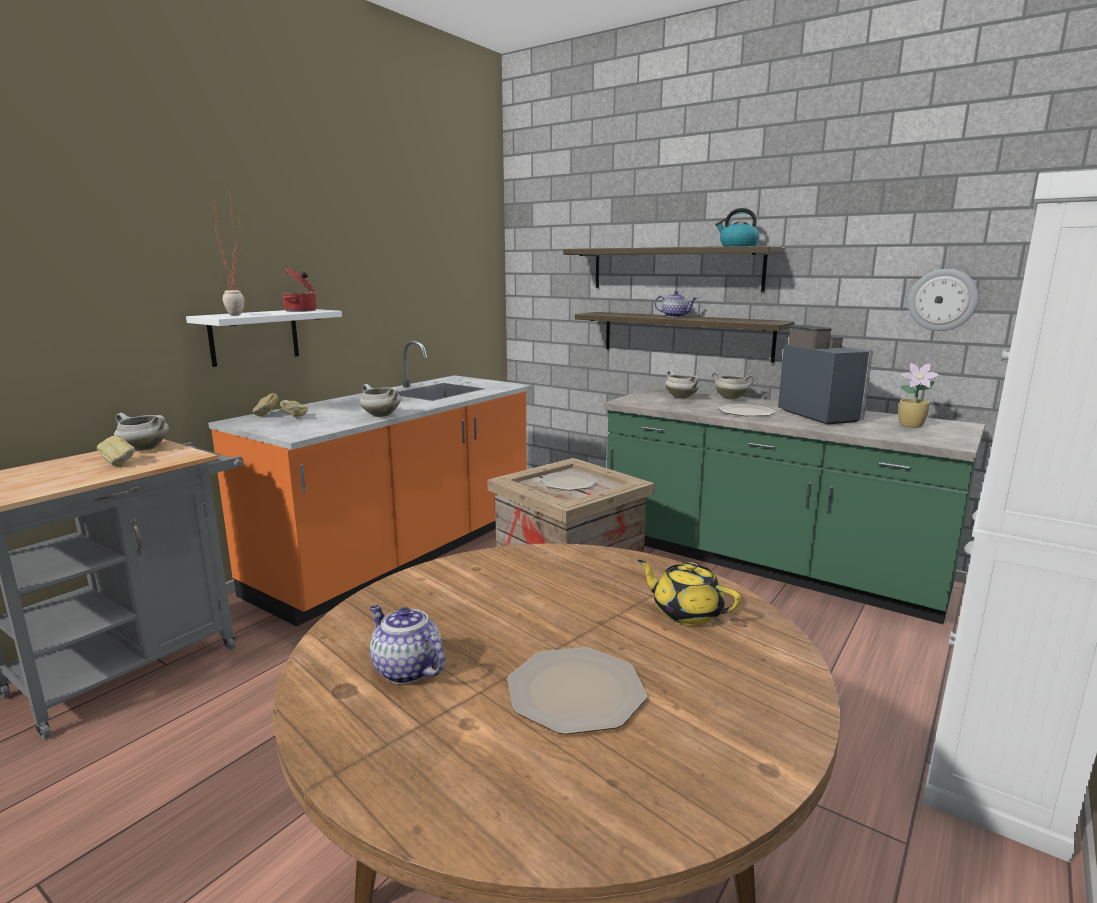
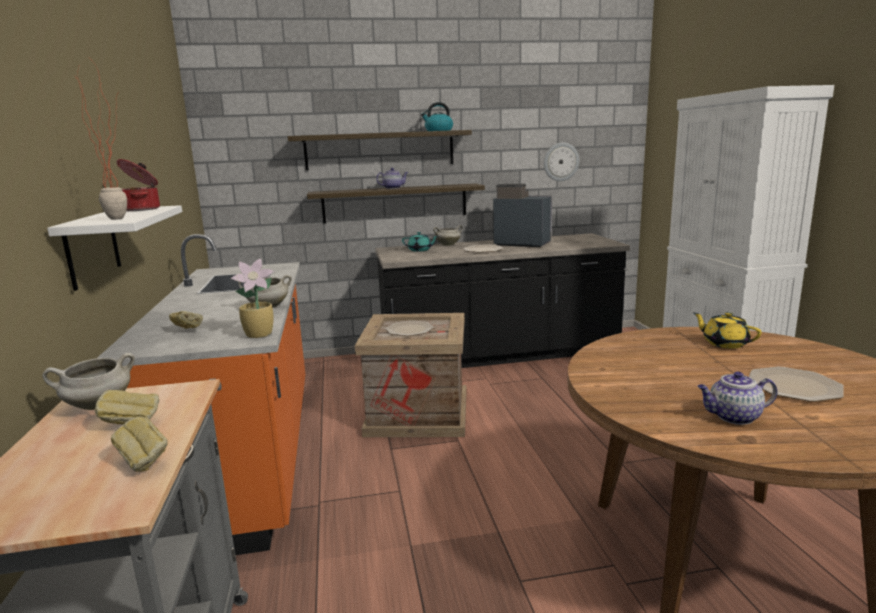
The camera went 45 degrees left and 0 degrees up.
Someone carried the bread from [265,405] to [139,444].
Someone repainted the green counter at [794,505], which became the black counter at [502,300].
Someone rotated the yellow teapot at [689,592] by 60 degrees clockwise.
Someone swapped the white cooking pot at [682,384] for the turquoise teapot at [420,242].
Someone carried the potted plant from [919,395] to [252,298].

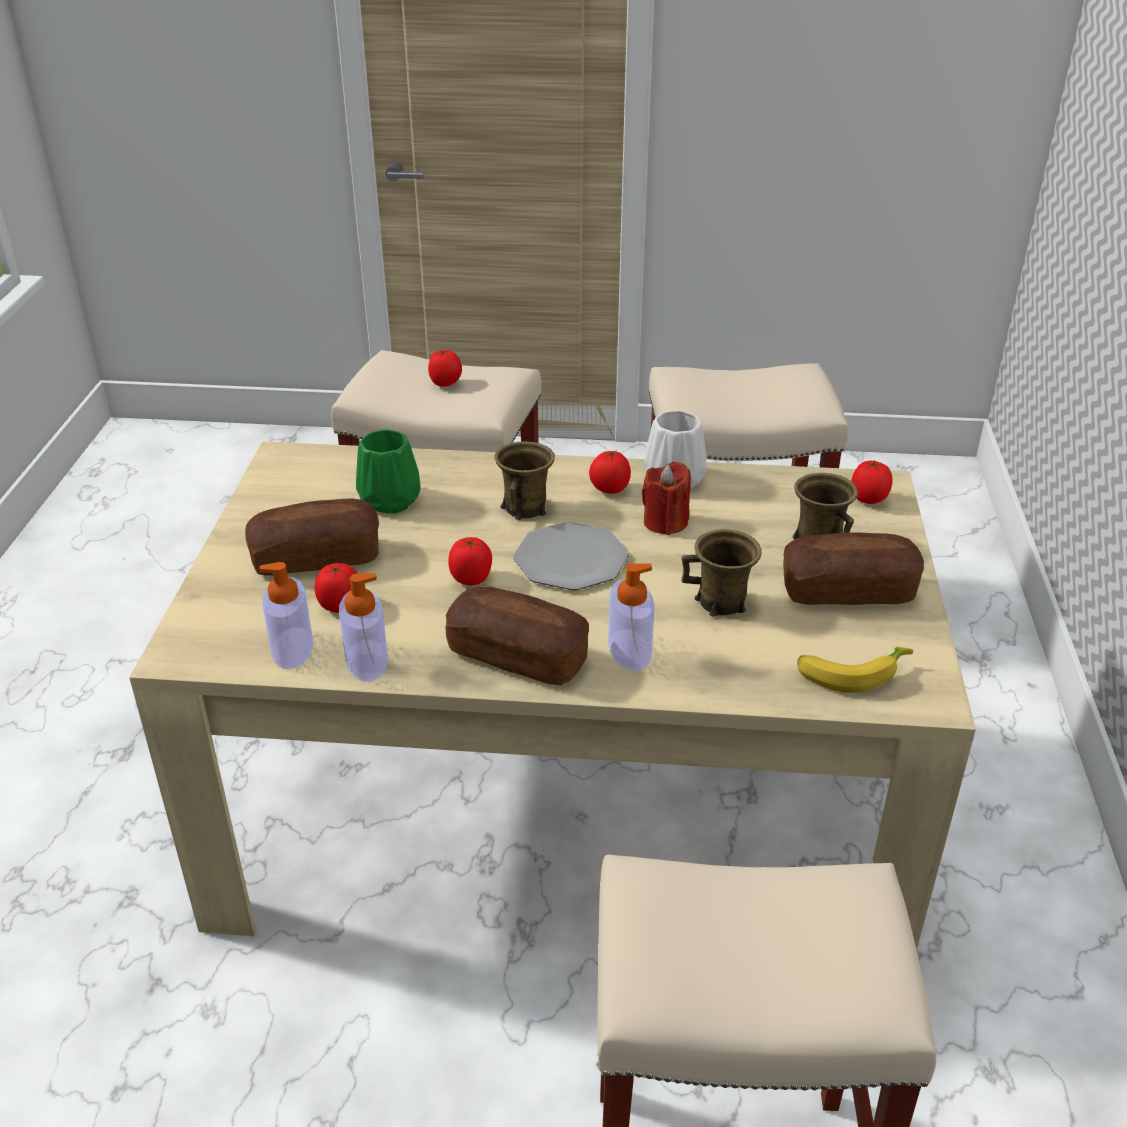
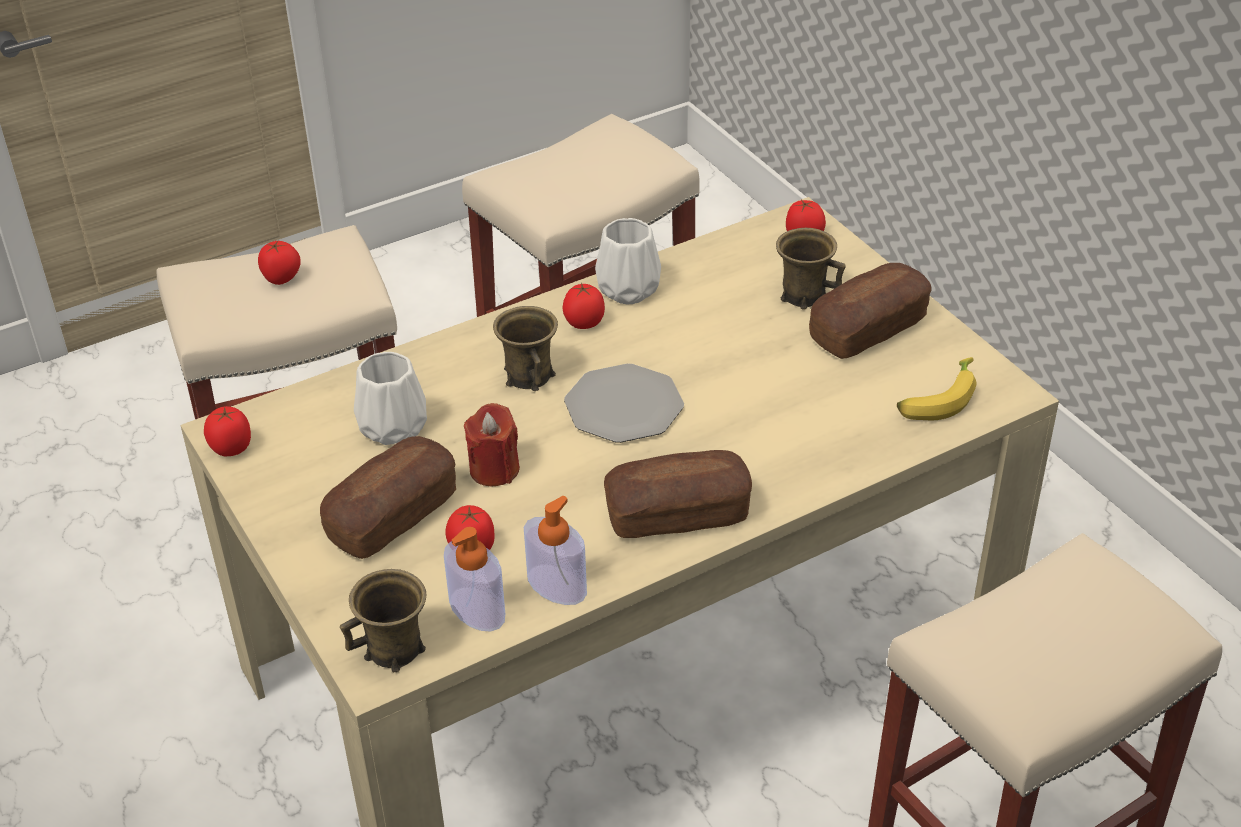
The camera went 35 degrees left and 5 degrees up.
Someone repainted the green vase at [388,472], which became the white vase at [390,398].
Someone carried the tomato from [470,561] to [227,431].
Someone took away the soap dispenser at [631,617].
Someone carried the red candle from [666,498] to [492,444].
Someone carried the brown mug from [721,573] to [383,620].

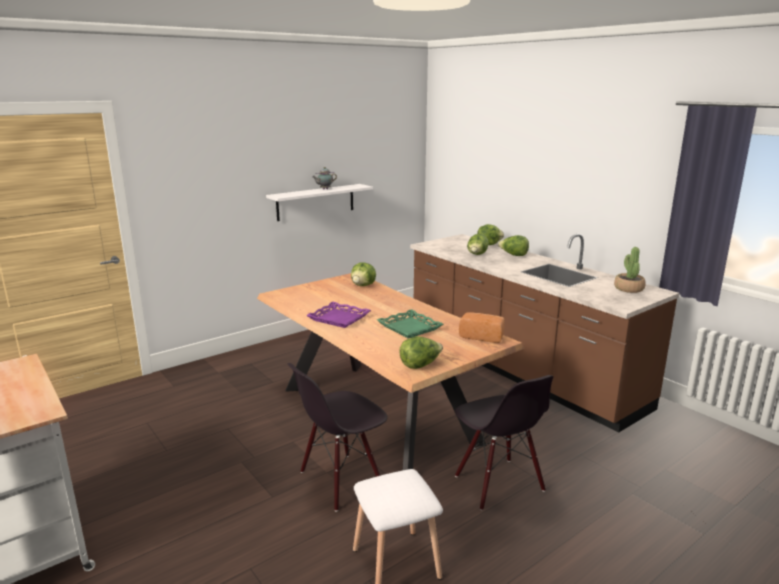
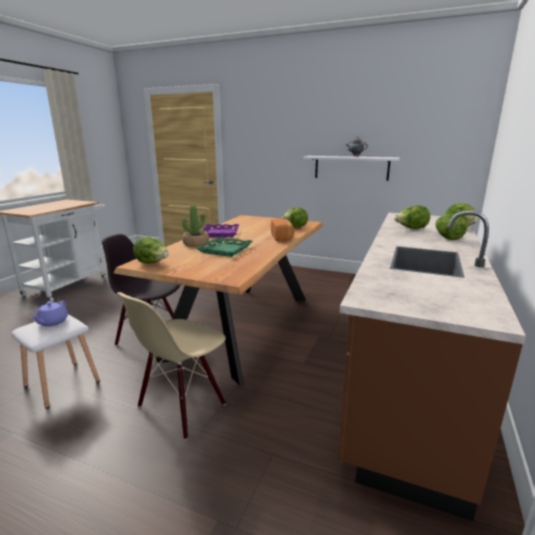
The camera went 60 degrees right and 0 degrees up.
Someone repainted the black chair at [504,443], which became the beige chair at [171,366].
Someone carried the bread from [482,327] to [282,230].
Someone carried the potted plant from [630,270] to [195,226].
Someone put down the purple teapot at [49,313].

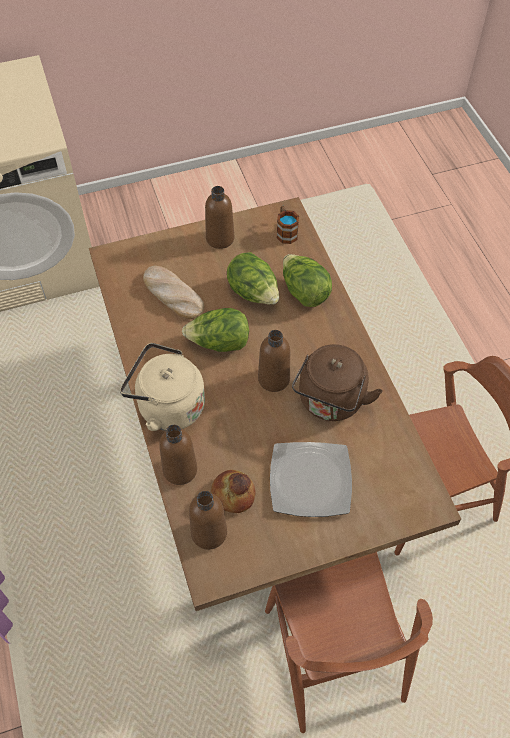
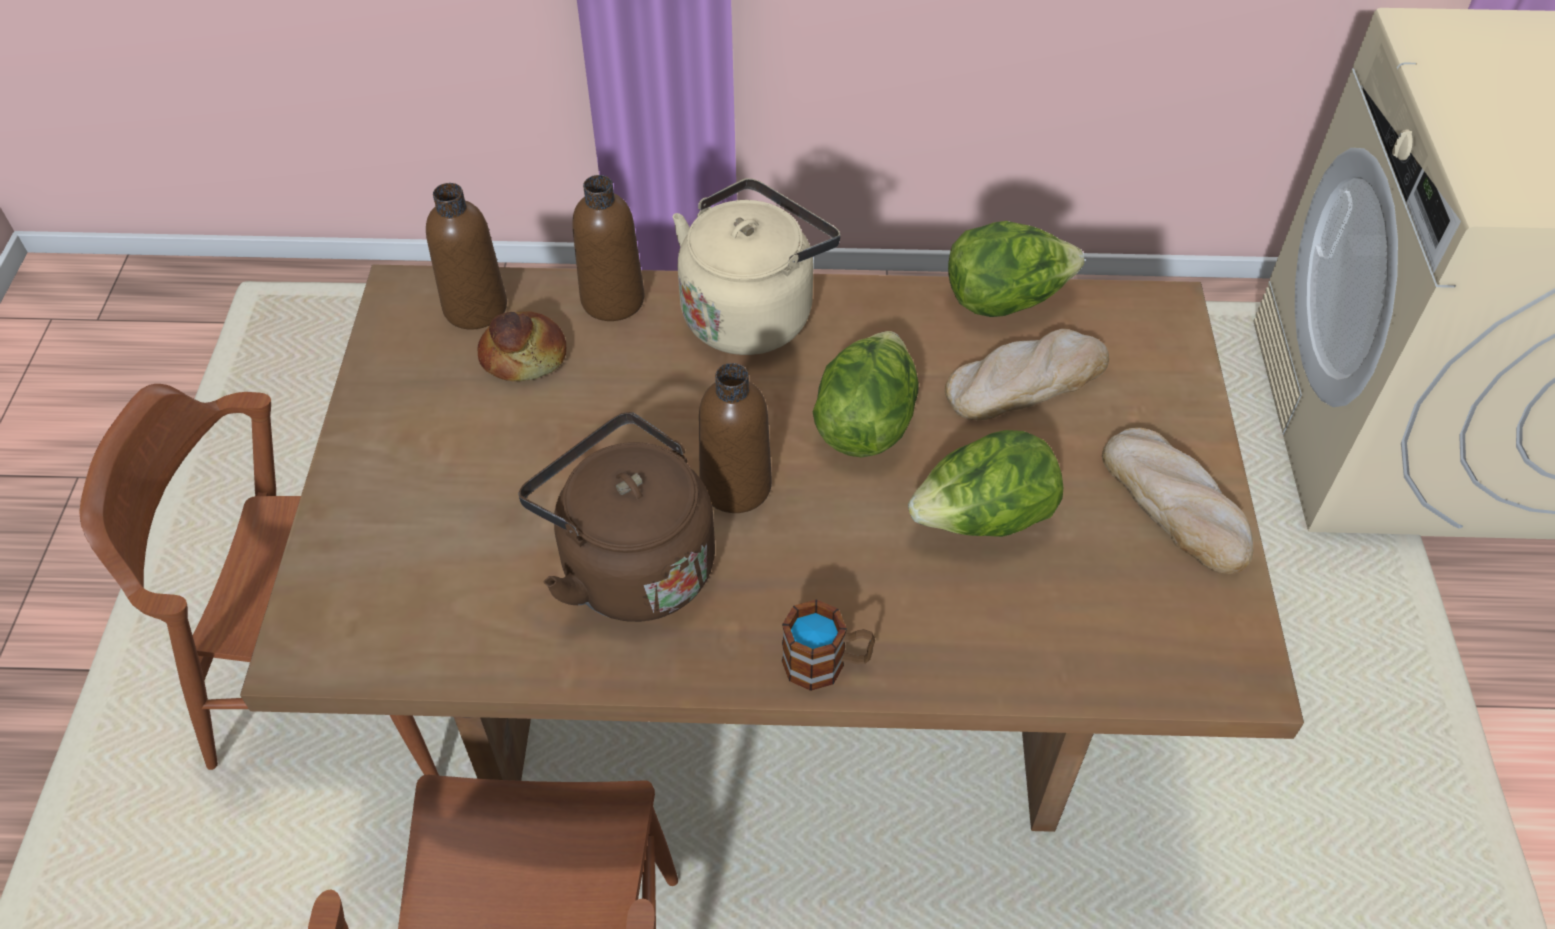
The camera went 110 degrees right and 5 degrees down.
Someone swapped the brown bottle at [219,217] for the bread at [1177,501].
Someone took away the plate at [311,479].
Someone carried the mug from [288,225] to [828,645].
Someone carried the lettuce from [307,280] to [1016,269].

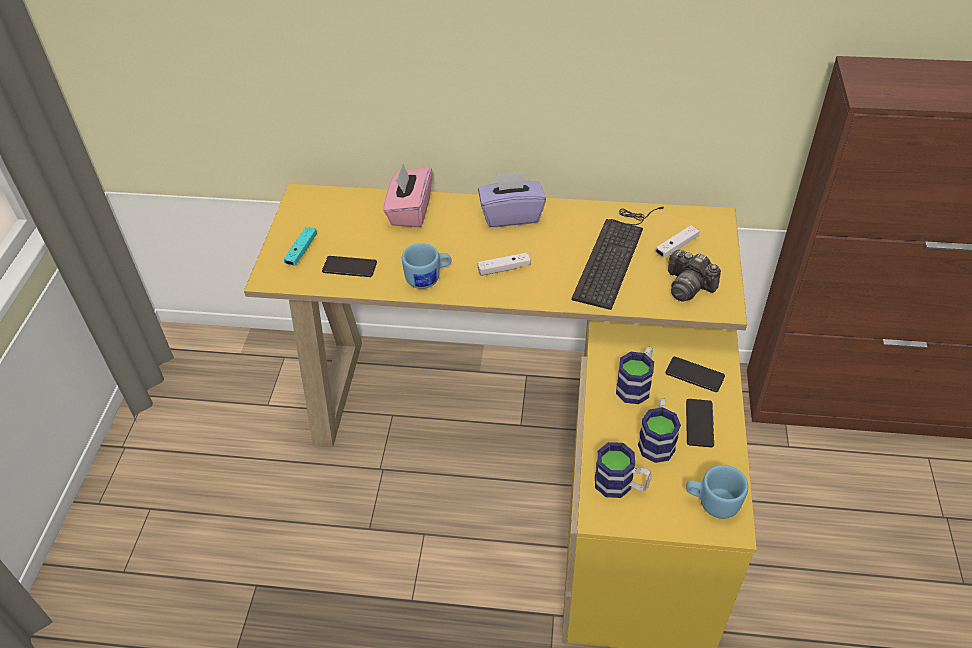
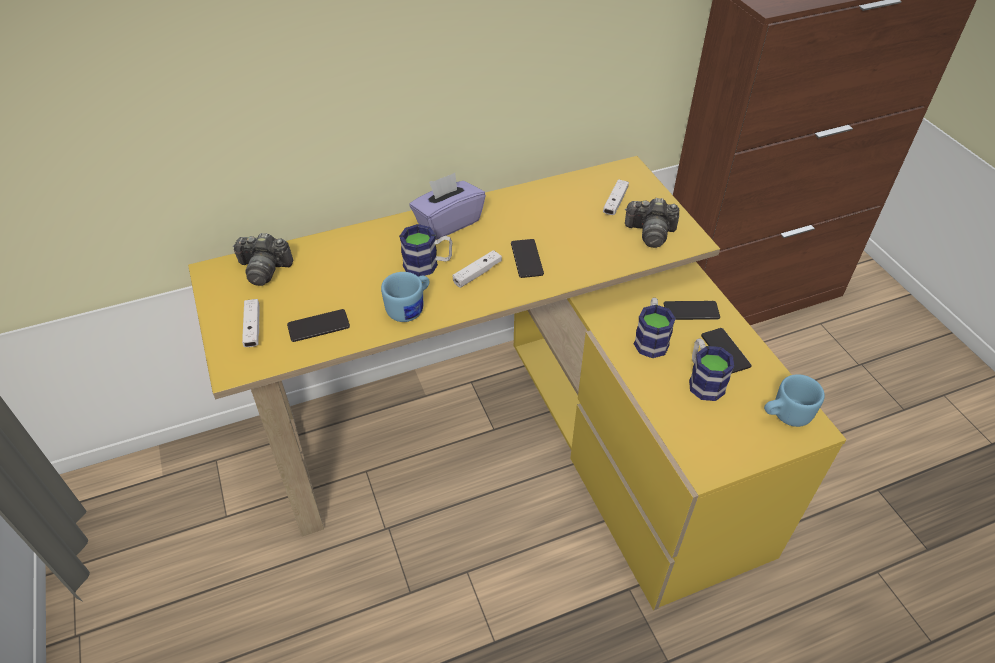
The camera went 30 degrees left and 0 degrees up.
Someone repainted the turquoise game controller at [300,246], which became the white game controller at [250,323].
Someone took away the pink tissue box at [407,196].
Someone took away the keyboard at [618,258].
Someone carried the mug from [623,470] to [425,250].
Someone put down the photo camera at [263,259].
Someone put down the phone at [527,258].

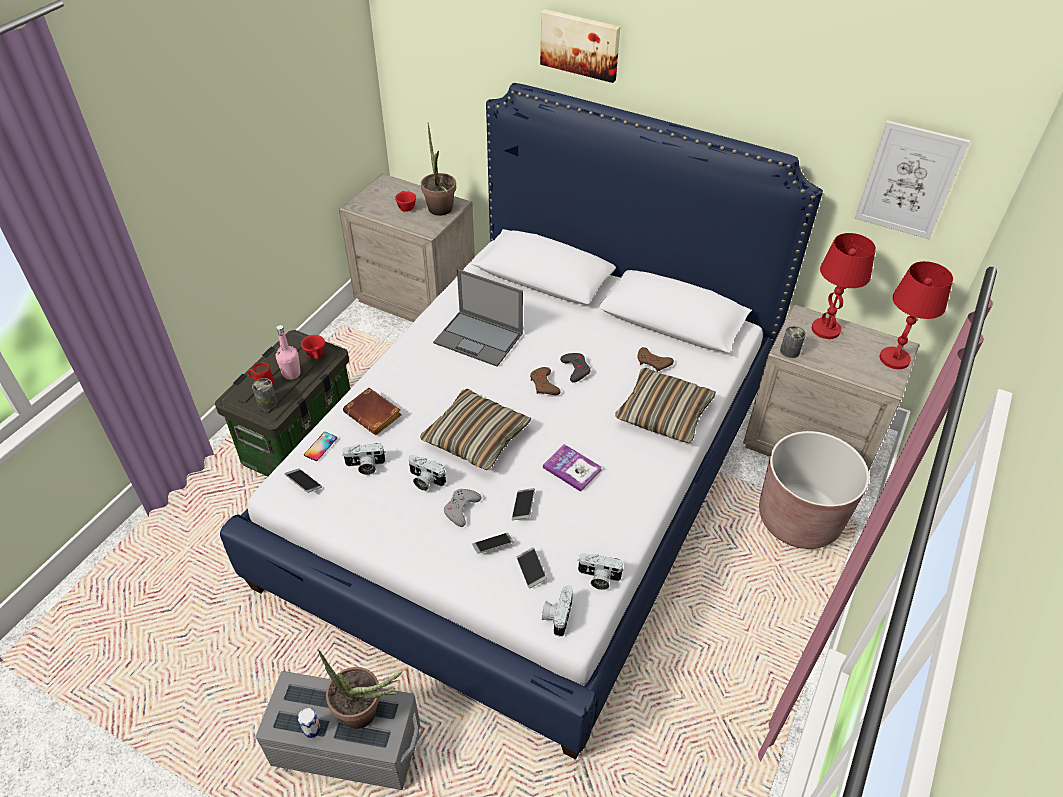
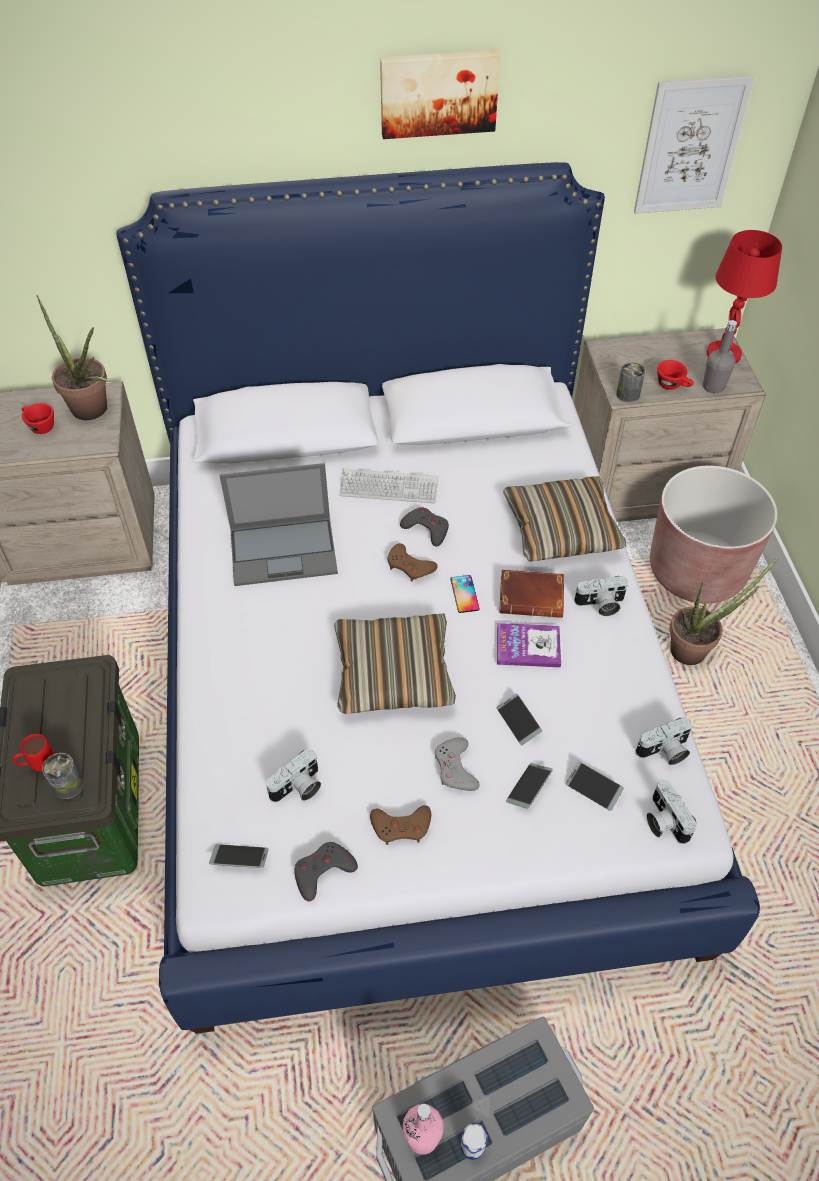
The camera went 35 degrees left and 5 degrees up.
Someone carried the pink bottle from [288,352] to [423,1129].
Someone carried the red cup from [313,347] to [675,375].
Someone carried the phone from [320,446] to [465,594].
Someone carried the potted plant from [361,689] to [724,611].
Someone carried the brown book from [372,411] to [531,594].
Someone carried the photo camera from [427,473] to [601,596].
Someone carried the picture from [580,46] to [440,94].
Someone carried the brown game controller from [656,359] to [400,825].
Someone took away the red table lamp at [844,286].
Someone put down the grey game controller at [326,871].
Someone put down the keyboard at [389,485].
Someone put down the grey bottle at [720,356].

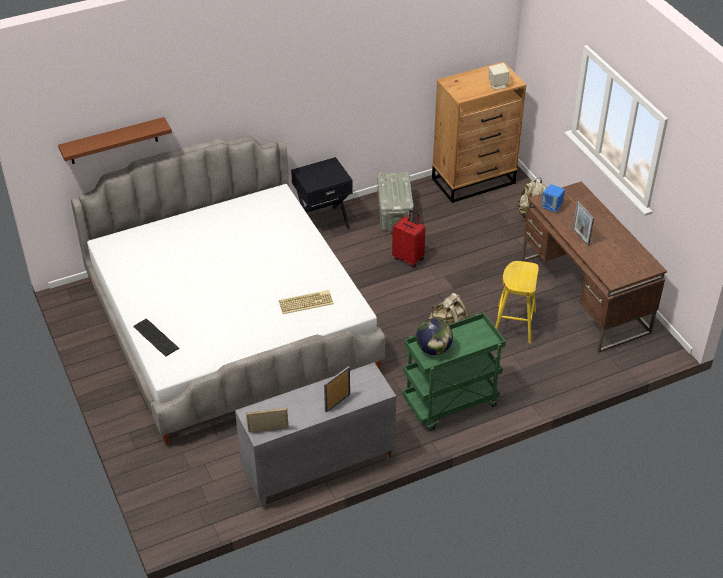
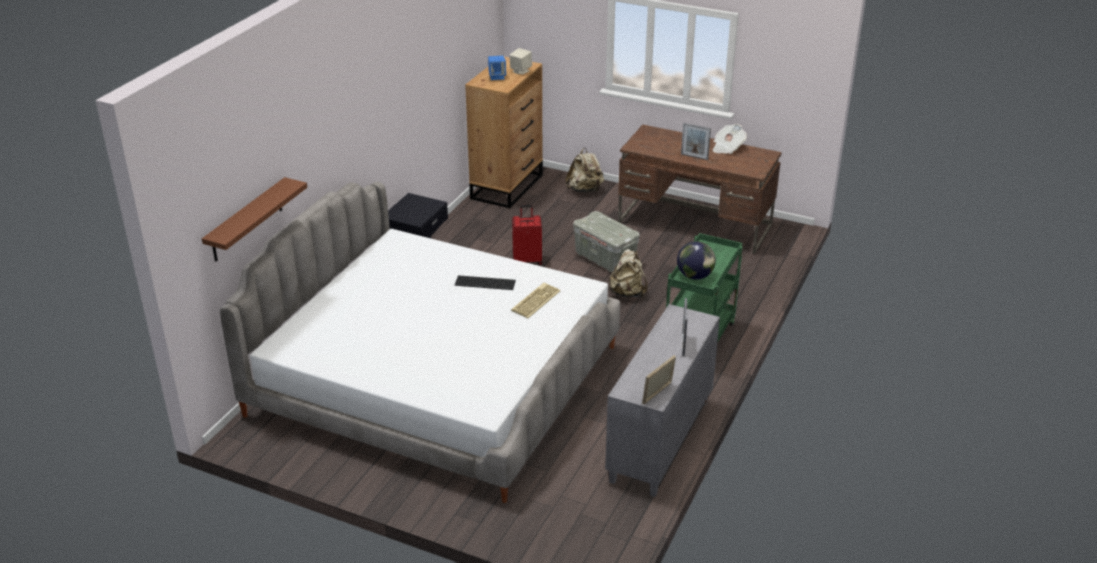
The camera went 40 degrees left and 10 degrees down.
Someone carried the keyboard from [156,338] to [485,282].
Someone carried the grey storage box from [395,202] to [606,241].
Someone took away the yellow stool at [517,302].
Someone carried the blue speaker from [553,198] to [497,68].
Someone put down the newspaper at [730,139].

